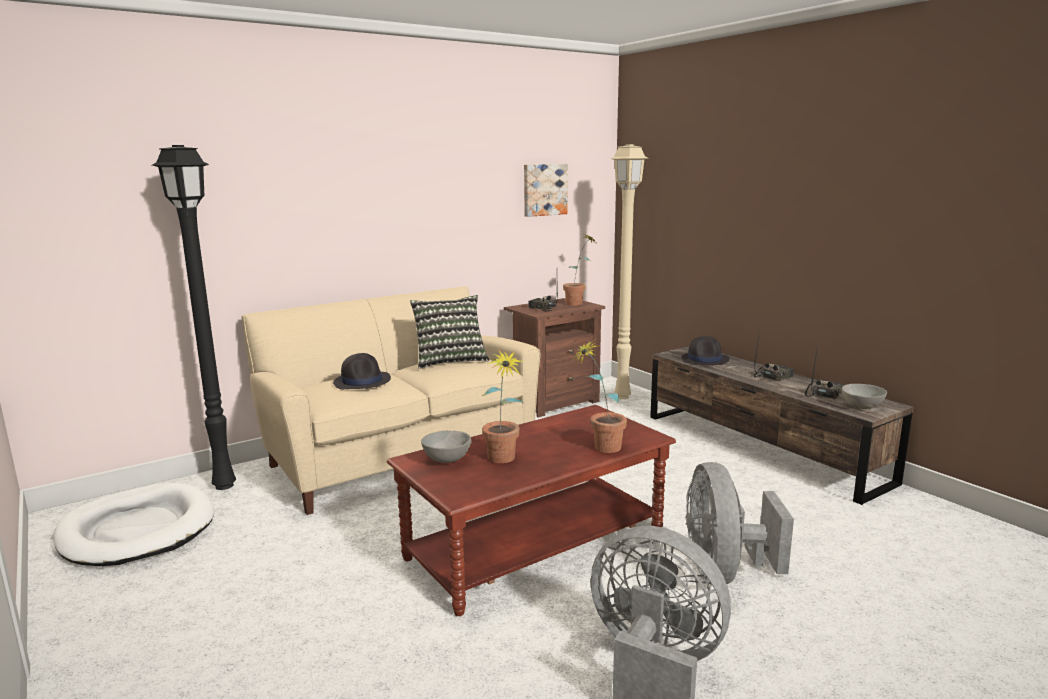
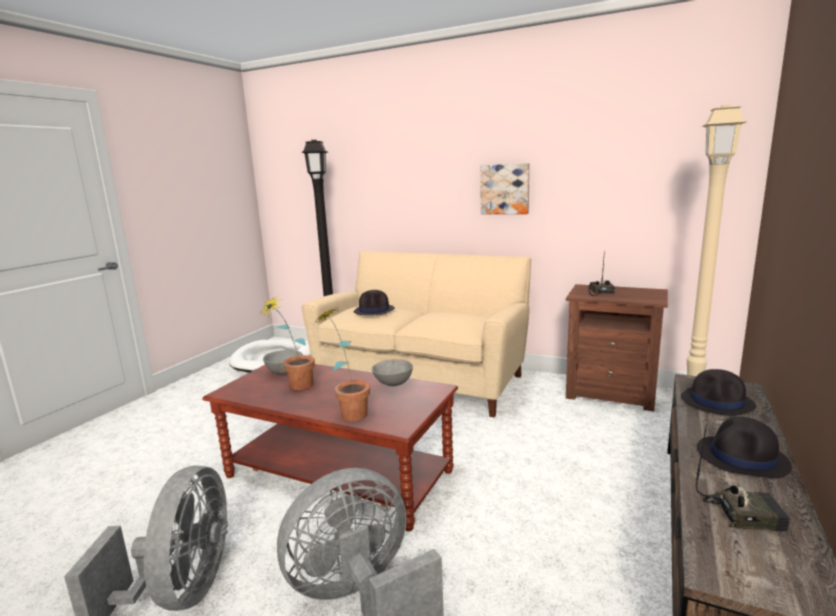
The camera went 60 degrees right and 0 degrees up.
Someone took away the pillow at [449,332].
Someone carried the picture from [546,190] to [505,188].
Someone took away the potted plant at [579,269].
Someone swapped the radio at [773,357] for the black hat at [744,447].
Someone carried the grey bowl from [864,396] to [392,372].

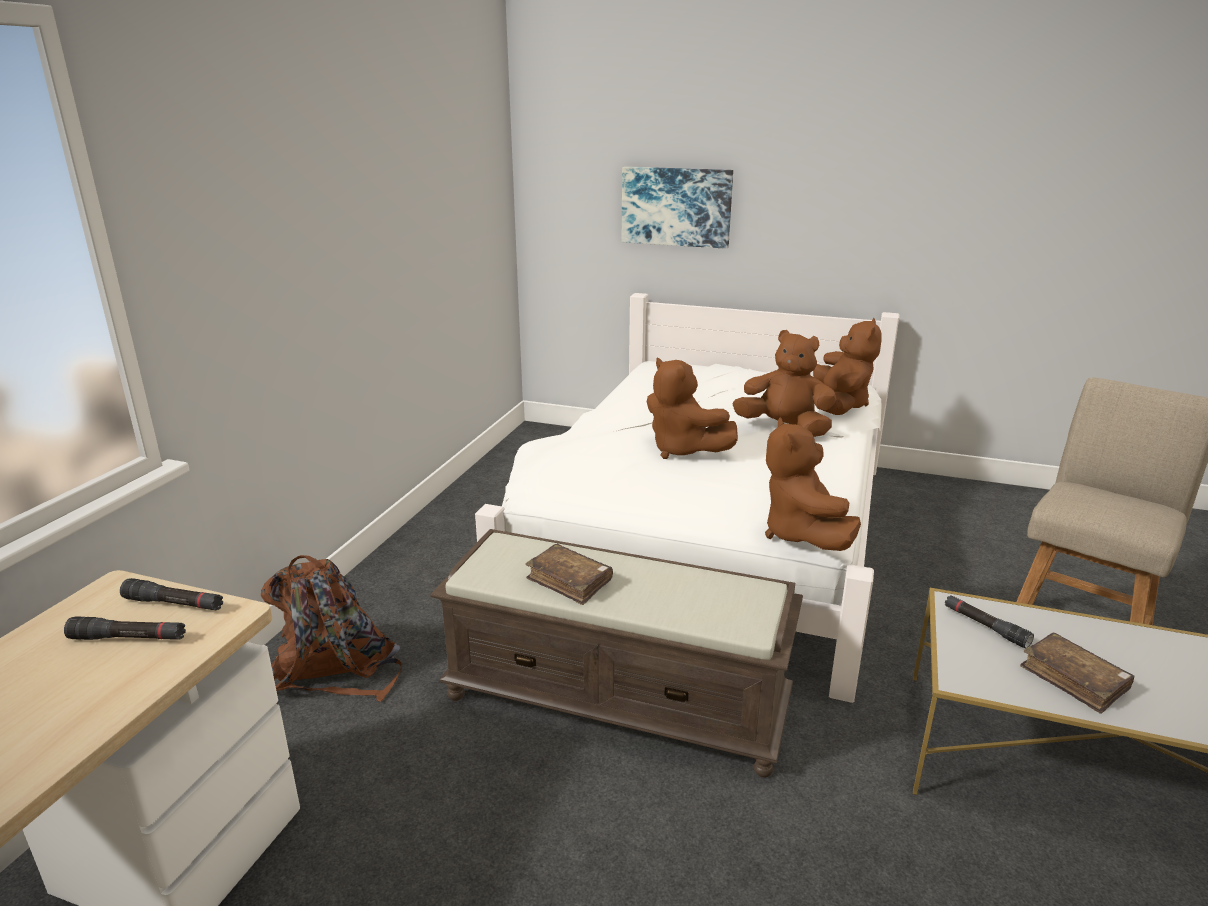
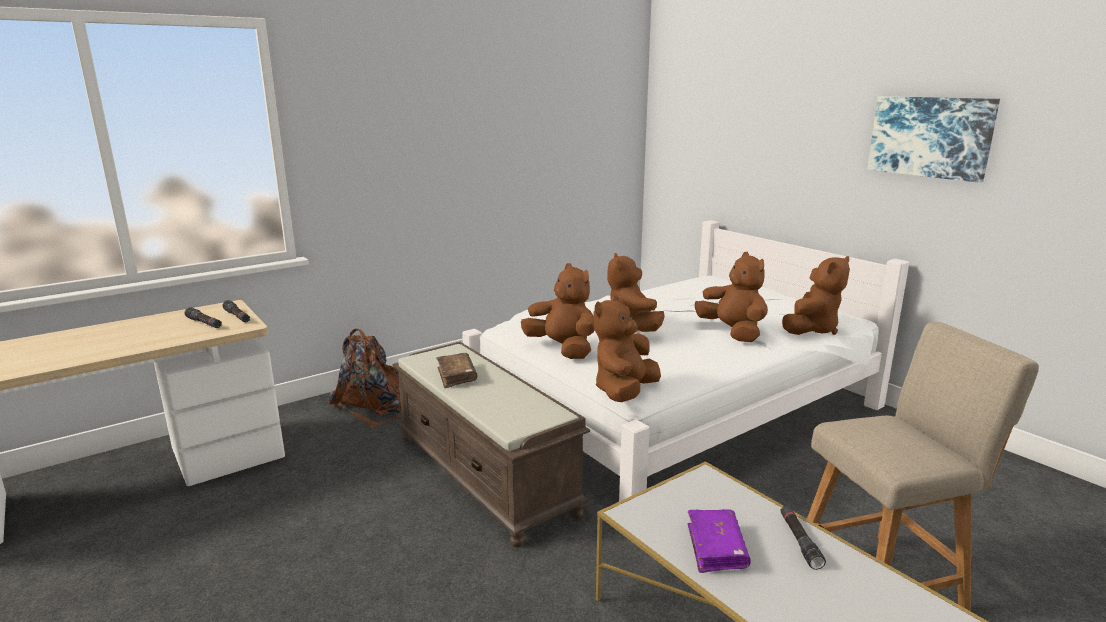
The camera went 35 degrees right and 5 degrees down.
Someone carried the picture from [677,208] to [933,139].
Someone carried the black flashlight from [989,622] to [803,538].
Someone repainted the brown book at [1077,673], which became the purple book at [719,541].
Someone put down the brown plush toy at [558,311].

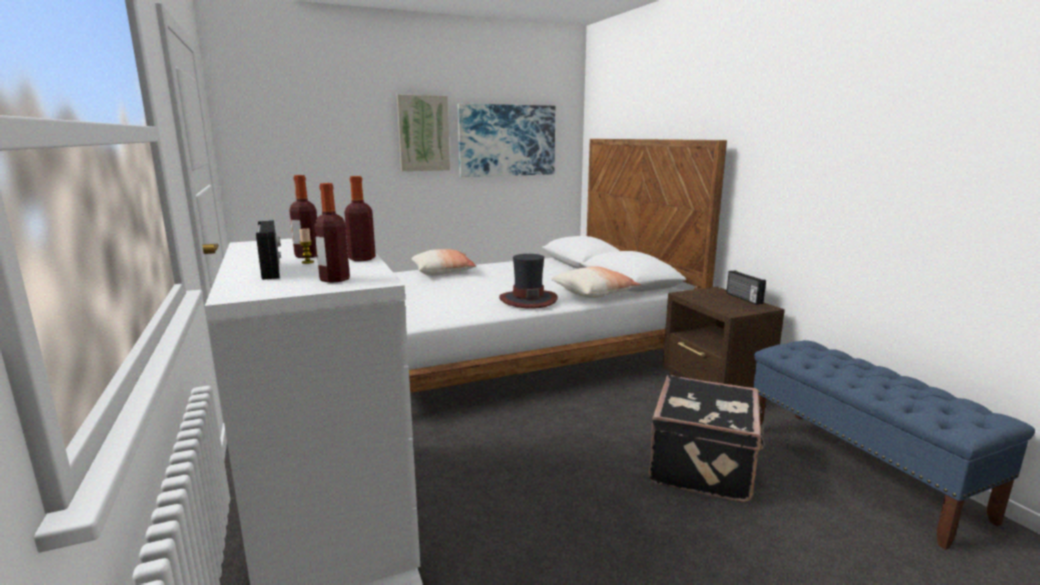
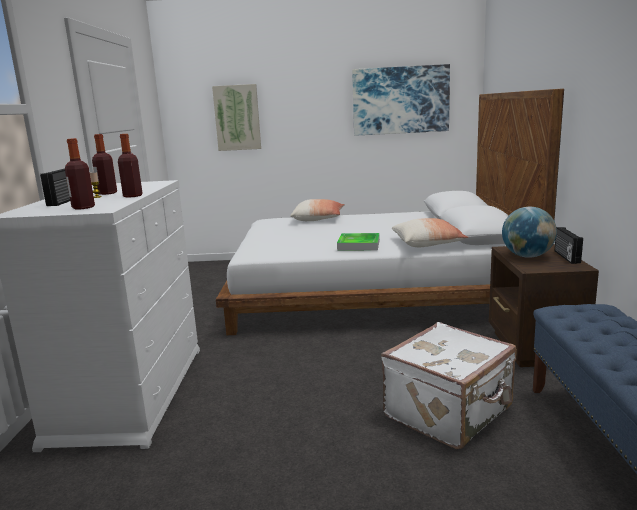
The camera went 25 degrees right and 0 degrees up.
Someone carried the picture from [423,132] to [236,117].
Someone swapped the hat at [528,281] for the tray at [358,242].
Someone repainted the black suitcase at [706,438], which became the white suitcase at [449,385].
Someone put down the globe at [529,232].

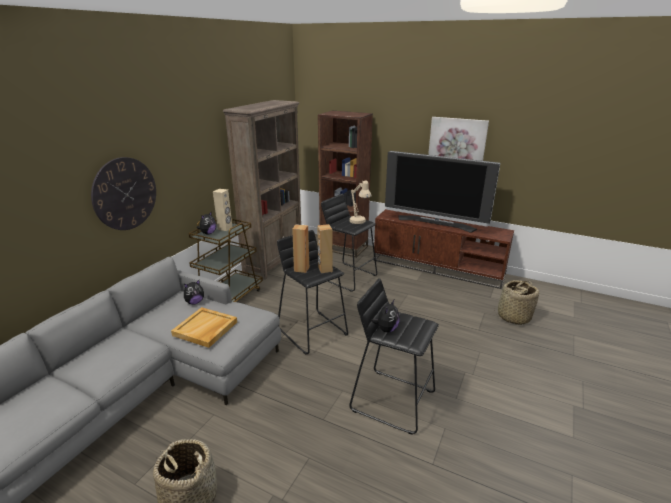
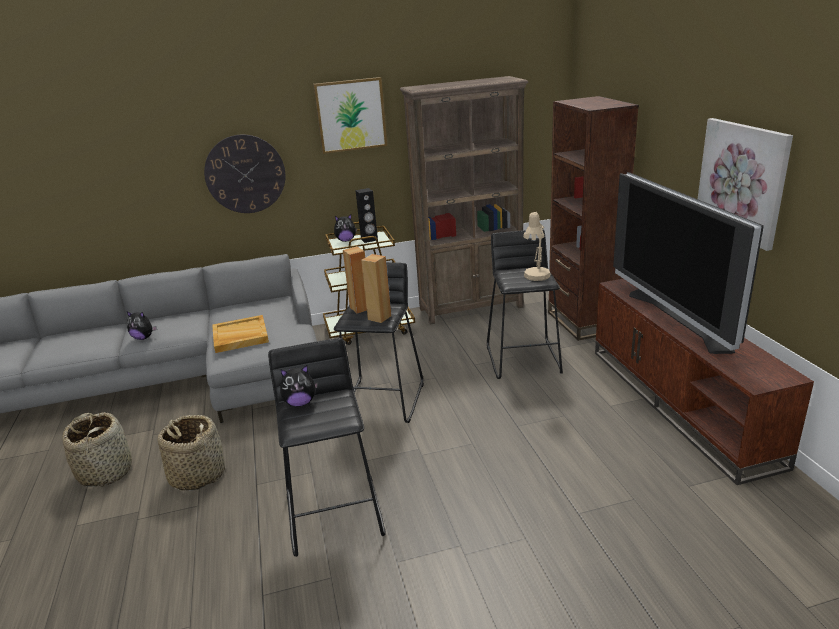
The camera went 50 degrees right and 0 degrees up.
Someone carried the plush toy from [194,292] to [142,326].
Someone repainted the beige speaker at [222,210], which became the black speaker at [366,215].
Someone carried the basket from [516,302] to [191,453].
Someone put up the picture at [350,115].

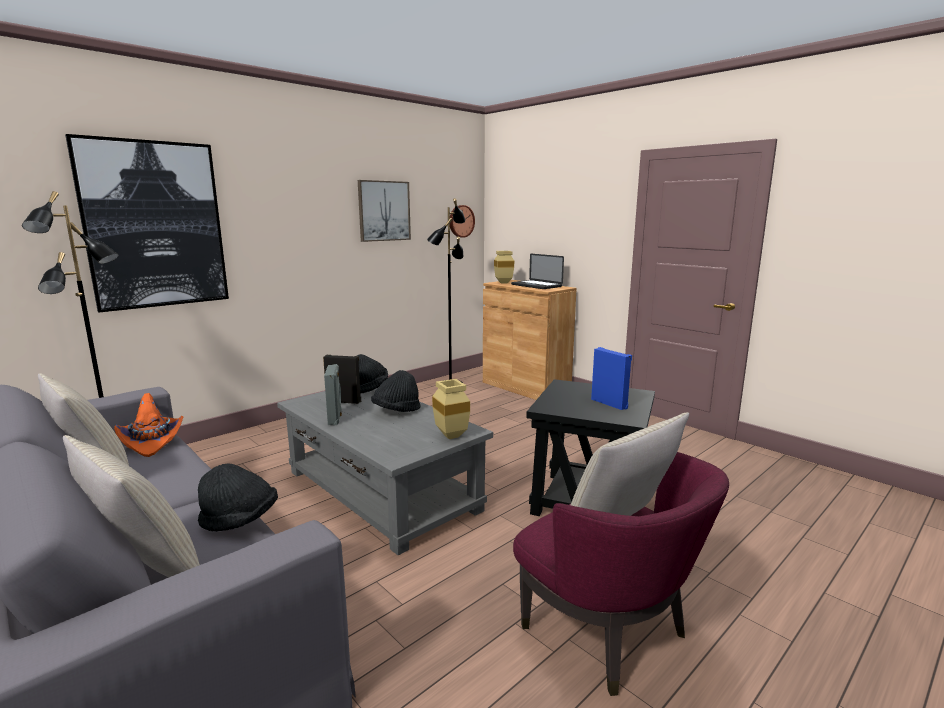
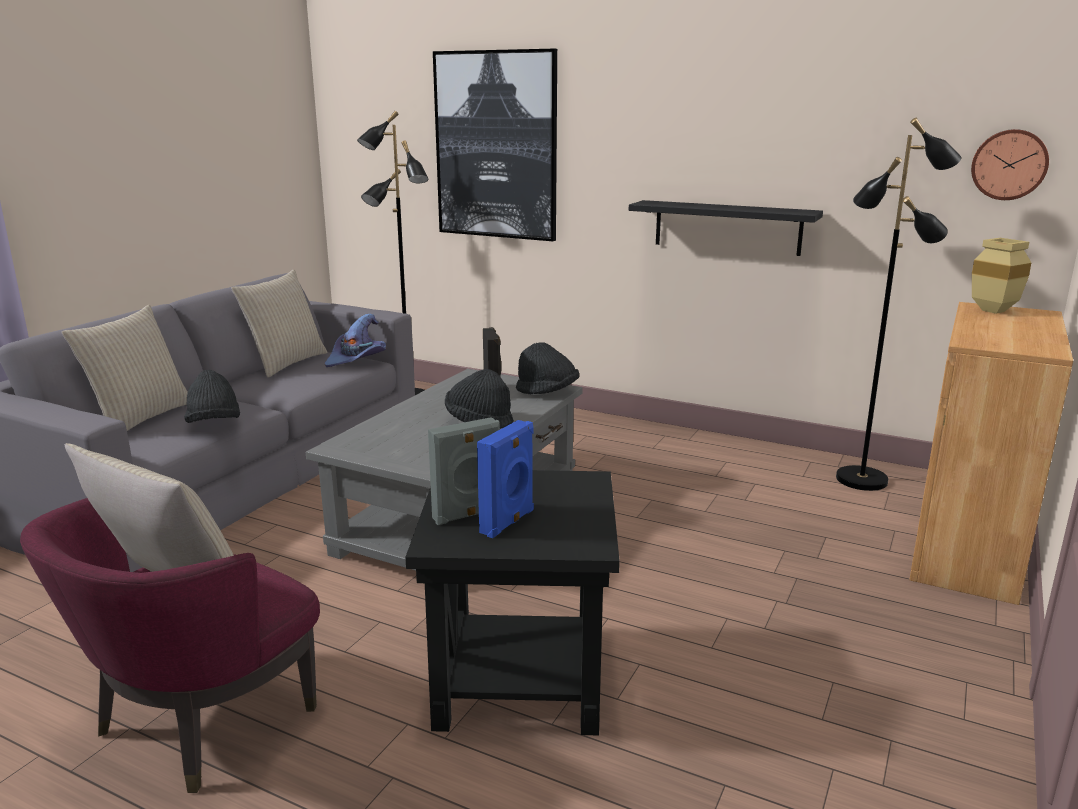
The camera went 70 degrees right and 5 degrees up.
Someone repainted the orange hat at [149,425], which became the purple hat at [355,340].
Someone carried the grey speaker from [333,394] to [464,471].
Someone took away the picture at [384,211].
Someone took away the beige vase at [451,409].
Someone took away the laptop at [537,271].
Someone put up the black shelf at [726,228].

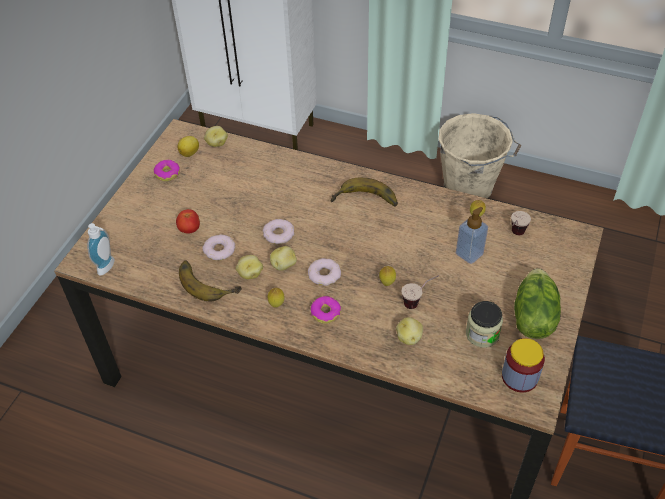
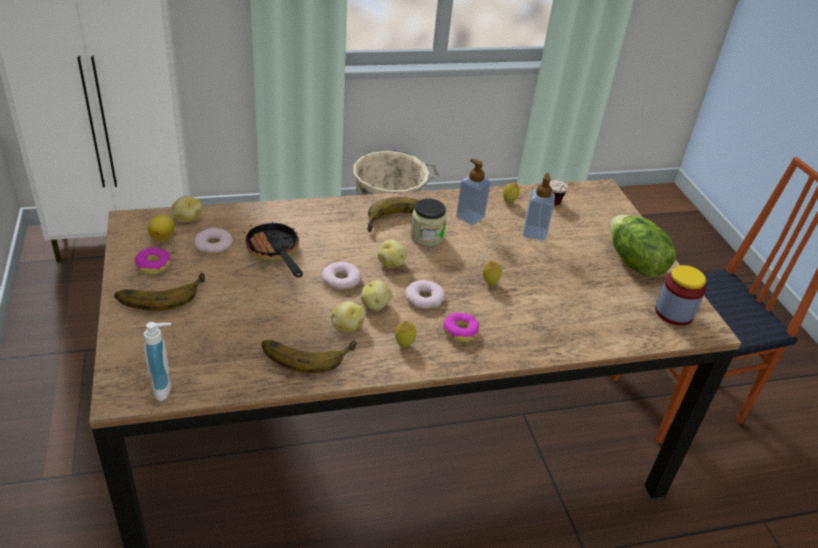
The camera went 40 degrees left and 10 degrees down.
Someone took away the tomato at [188,221].
Someone carried the donut from [218,247] to [213,241].
Someone carried the potato from [409,331] to [392,254].
Someone took away the cup at [420,292].
Someone carried the jar from [484,324] to [428,223].
Someone put down the banana at [159,292].
Someone put down the frying pan at [273,247].
Someone put down the soap dispenser at [473,191].

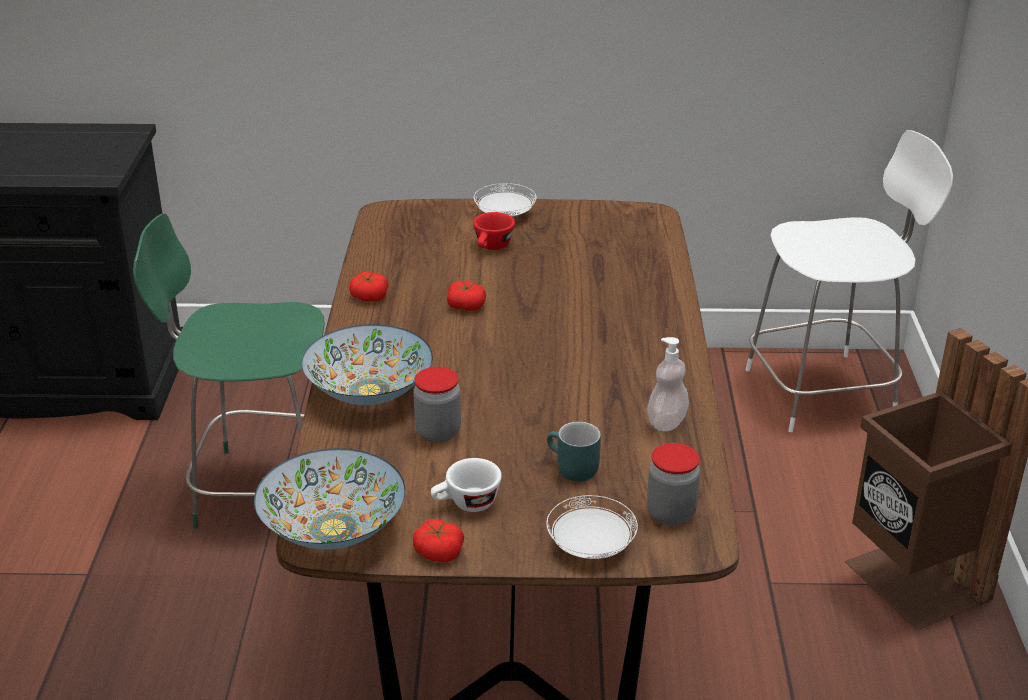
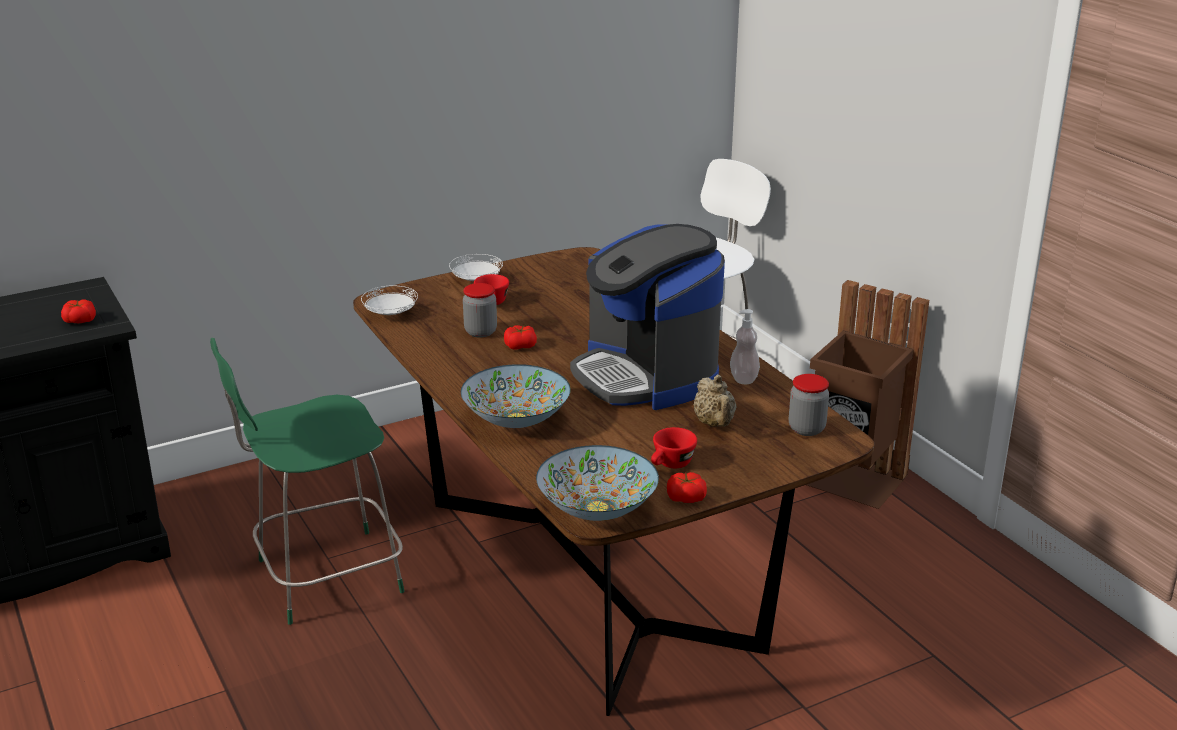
The camera went 30 degrees left and 5 degrees down.
Someone carried the tomato from [368,286] to [78,311].
Someone carried the jar from [437,405] to [480,310].
Someone repainted the white cup at [466,485], which became the red cup at [674,447].
Someone carried the white plate from [592,527] to [389,300].
Someone swapped the turquoise mug at [574,451] for the beige teapot at [715,401].
Someone put down the coffee machine at [647,317].

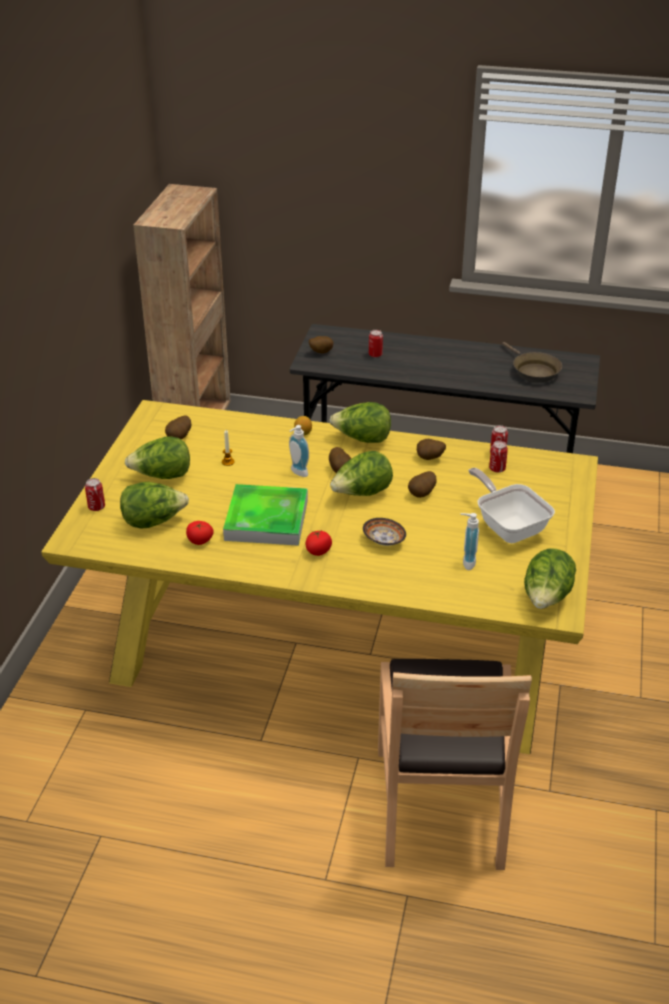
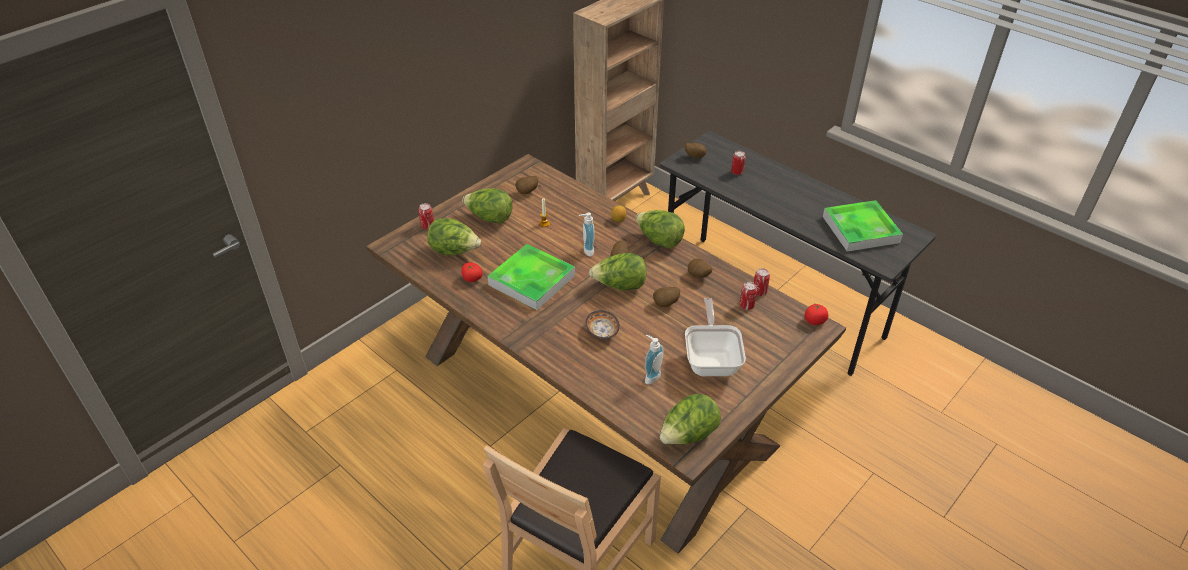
The camera went 30 degrees right and 5 degrees up.
Someone repainted the yellow dining table at [319,577], which became the brown dining table at [606,354].
Someone carried the tomato from [318,543] to [816,314].
Someone swapped the brown frying pan at [532,362] for the tray at [863,226].

